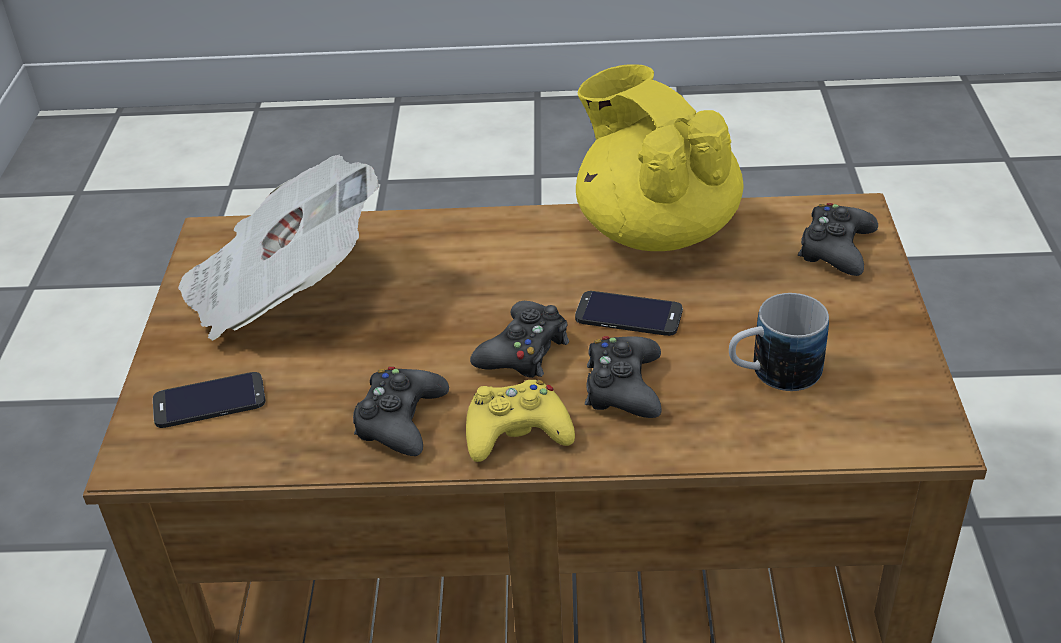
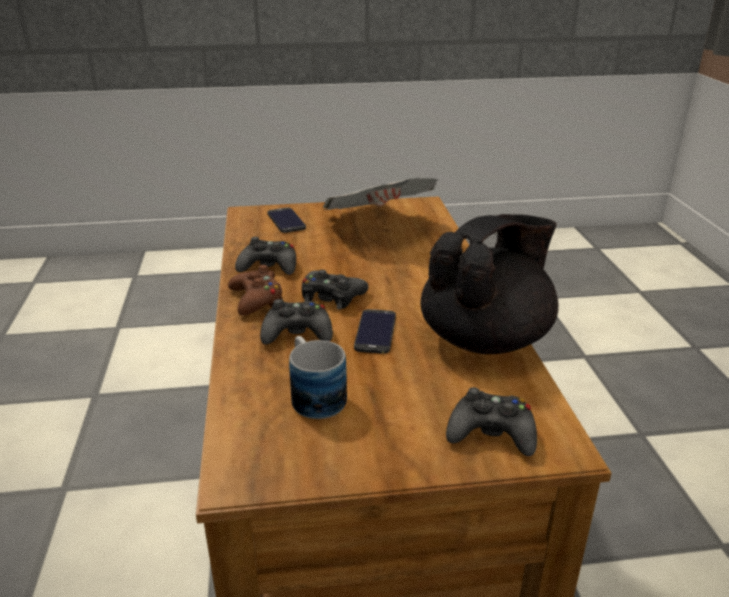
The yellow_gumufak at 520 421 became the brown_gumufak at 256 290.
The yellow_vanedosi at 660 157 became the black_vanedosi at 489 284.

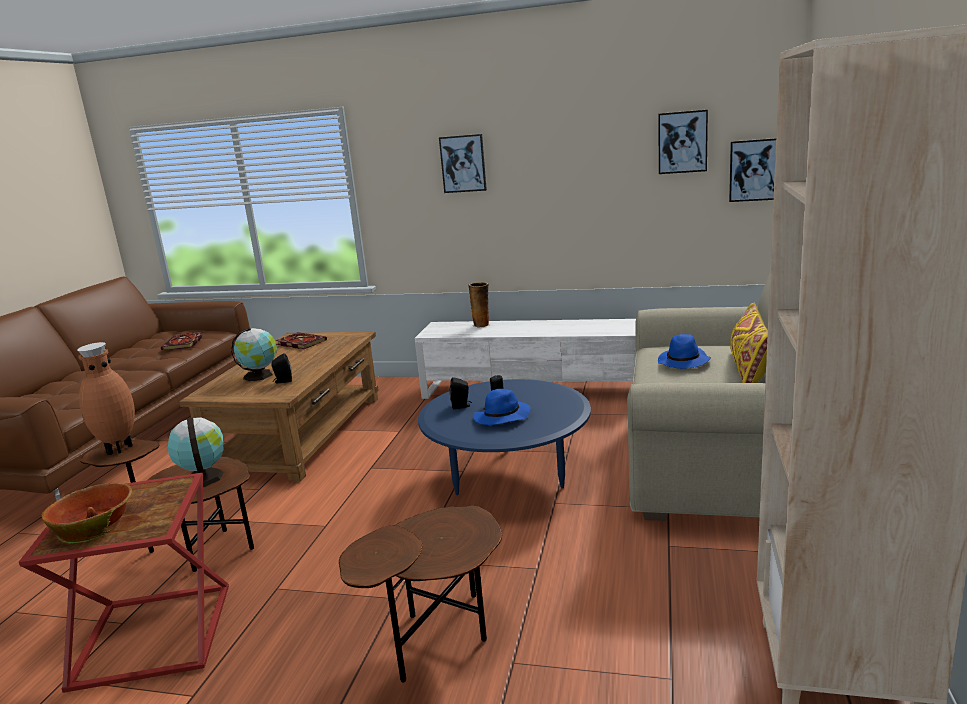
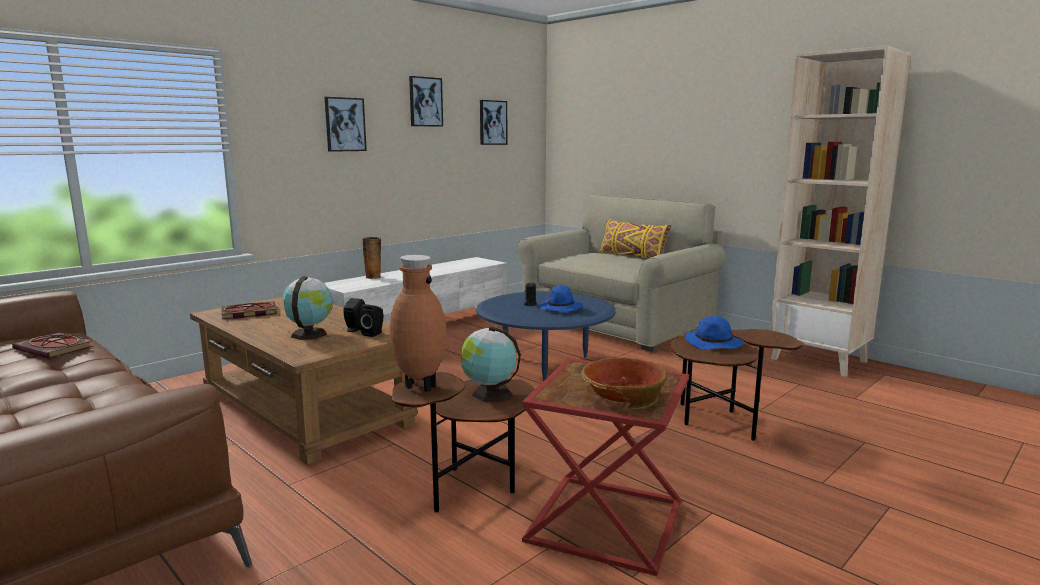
The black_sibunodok moved from 461 393 to 371 320.
The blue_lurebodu moved from 684 351 to 714 333.
The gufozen moved from 752 170 to 426 101.

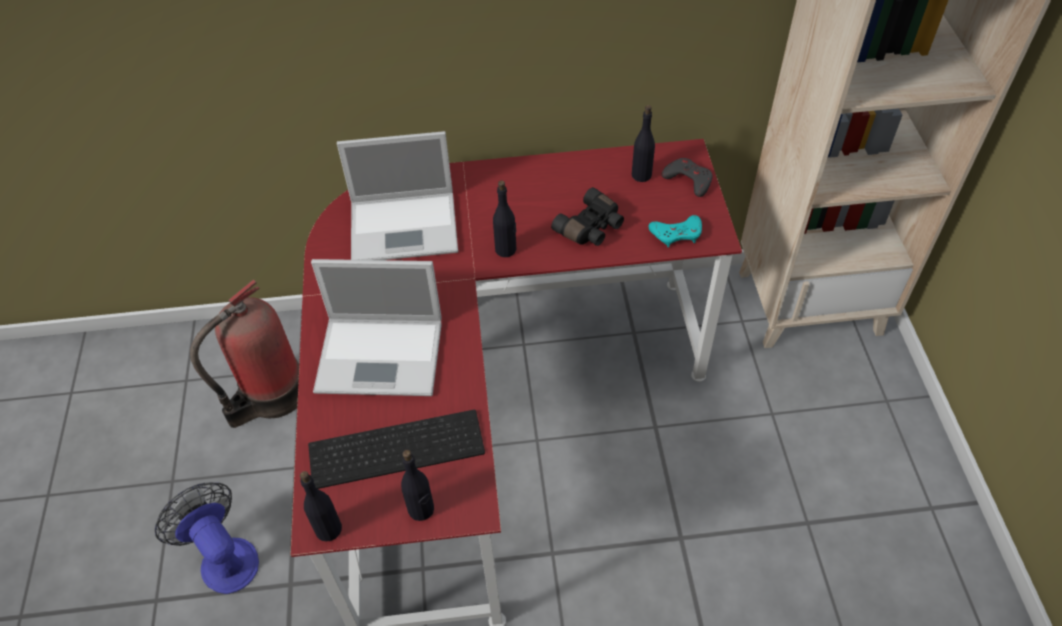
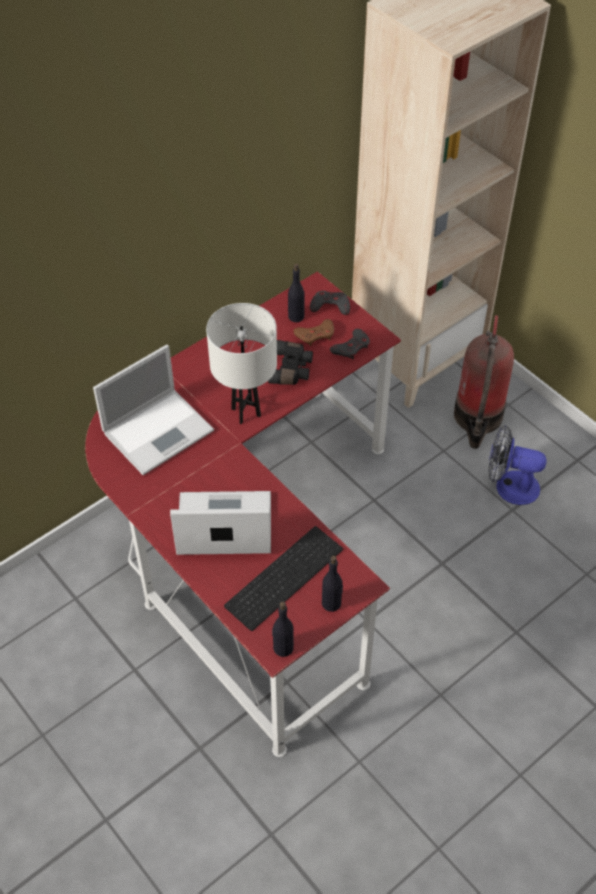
The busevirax moved from 207 538 to 517 465.
The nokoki moved from 244 354 to 484 382.
The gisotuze at 376 327 turned 150 degrees counterclockwise.
The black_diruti at 504 218 was replaced by the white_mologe at 241 363.
The turquoise_gumufak at 675 231 became the grey_gumufak at 350 344.
The brown_gumufak at 313 332 appeared.

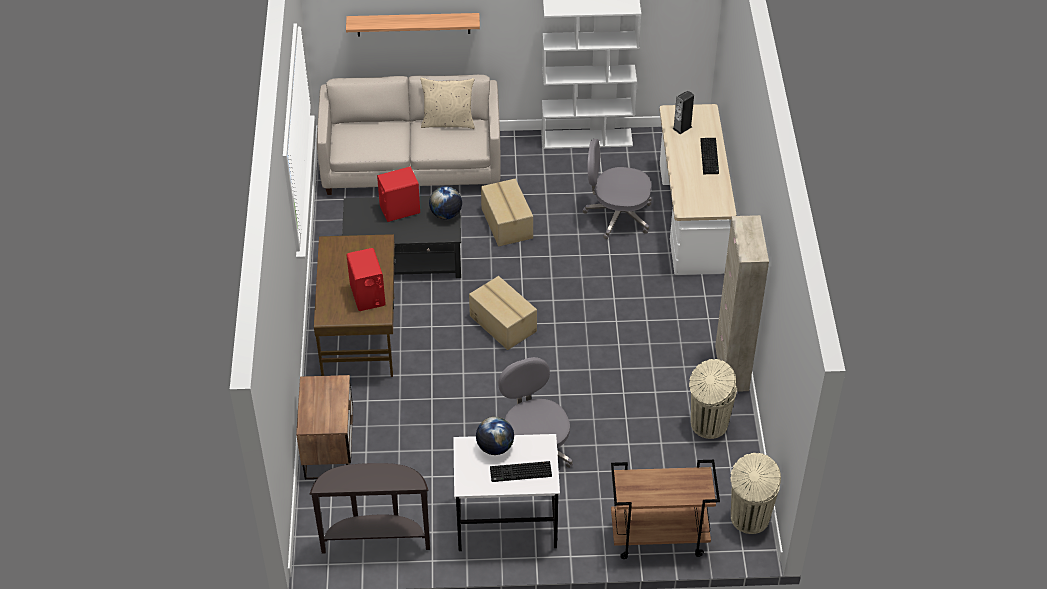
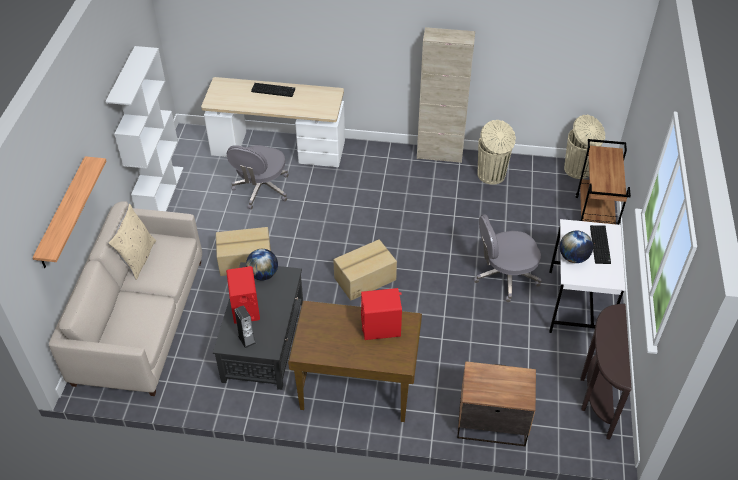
The sibunodok moved from 683 112 to 245 327.

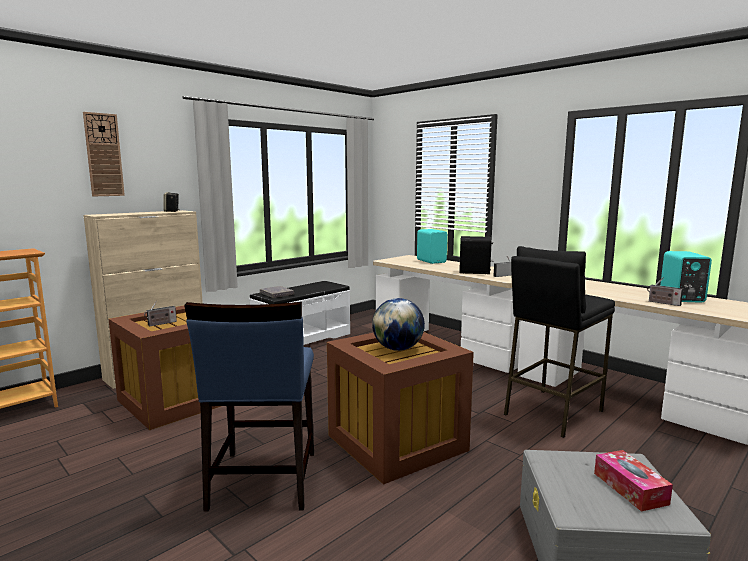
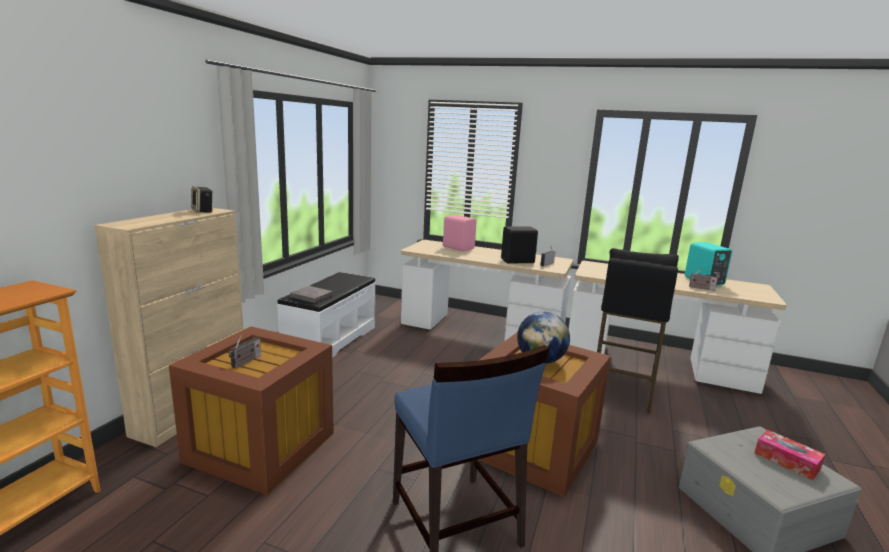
The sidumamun at 104 154 disappeared.
The turquoise_sibunodok at 432 246 became the pink_sibunodok at 460 233.

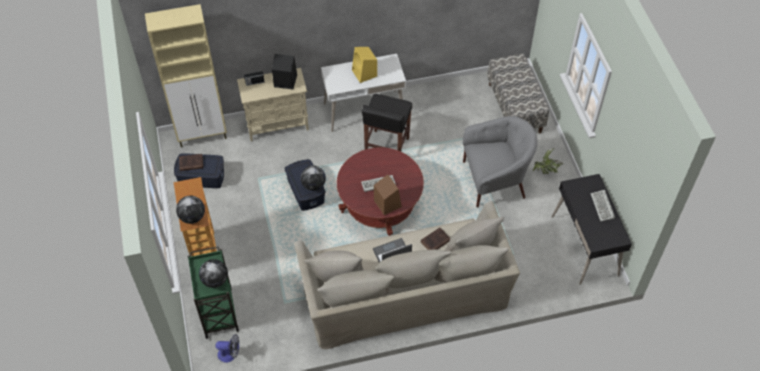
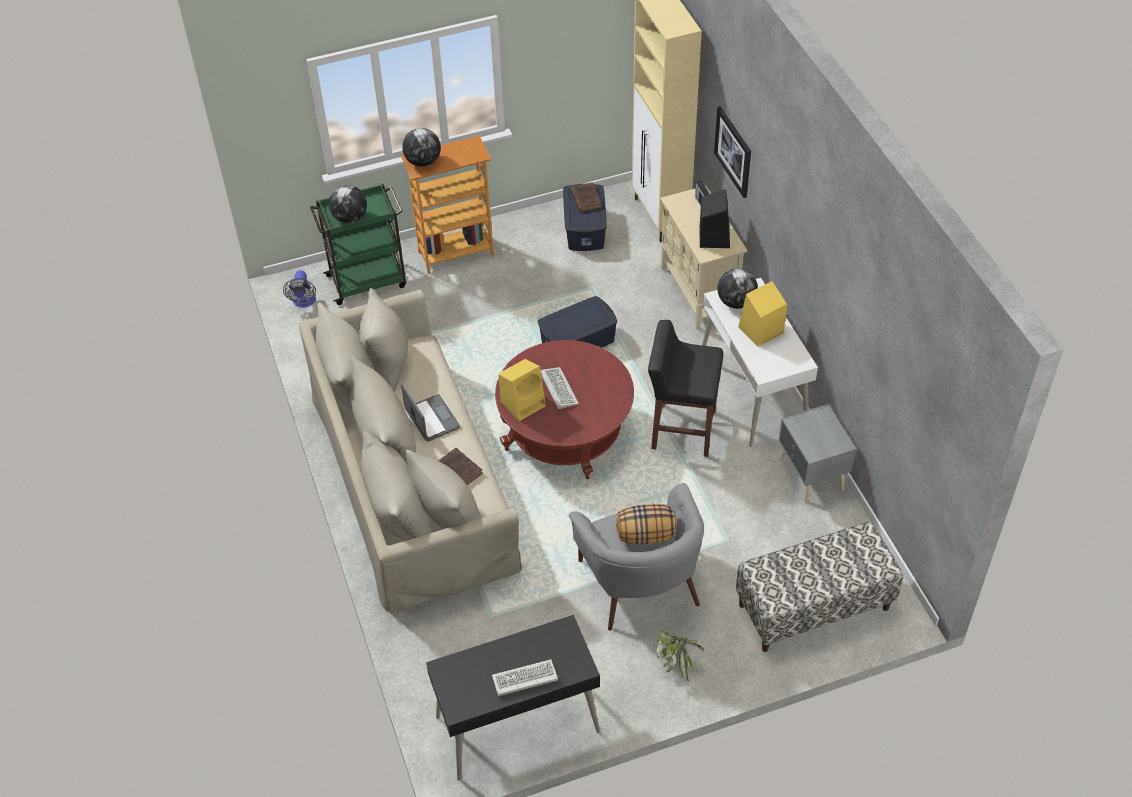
The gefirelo moved from 313 178 to 738 288.
The brown_sibunodok at 388 194 became the yellow_sibunodok at 522 390.
The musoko at 646 524 appeared.
The gufozen at 732 152 appeared.
The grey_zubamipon at 817 453 appeared.

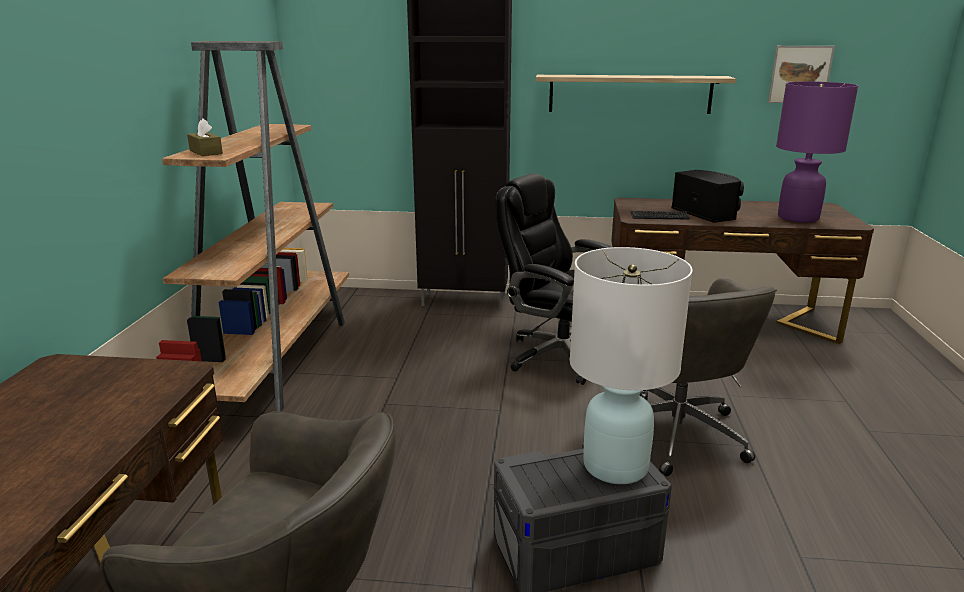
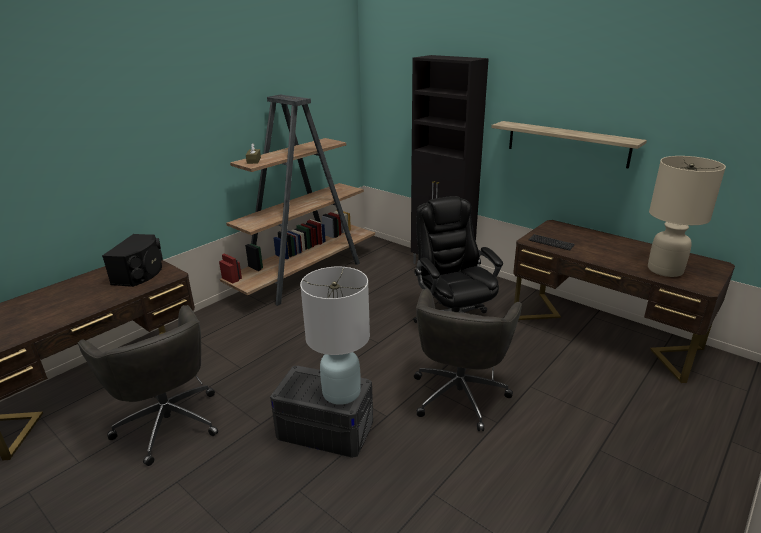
The black_sibunodok moved from 708 196 to 132 260.
The gufozen at 801 74 disappeared.
The purple_mologe at 817 152 became the beige_mologe at 687 216.

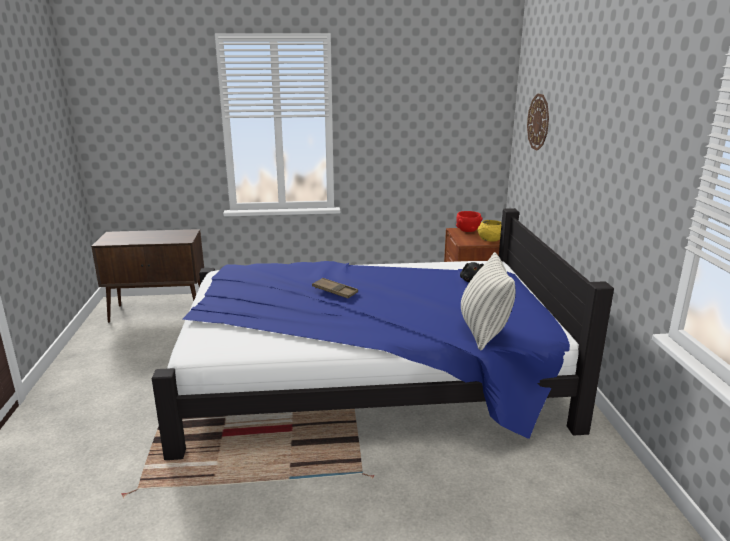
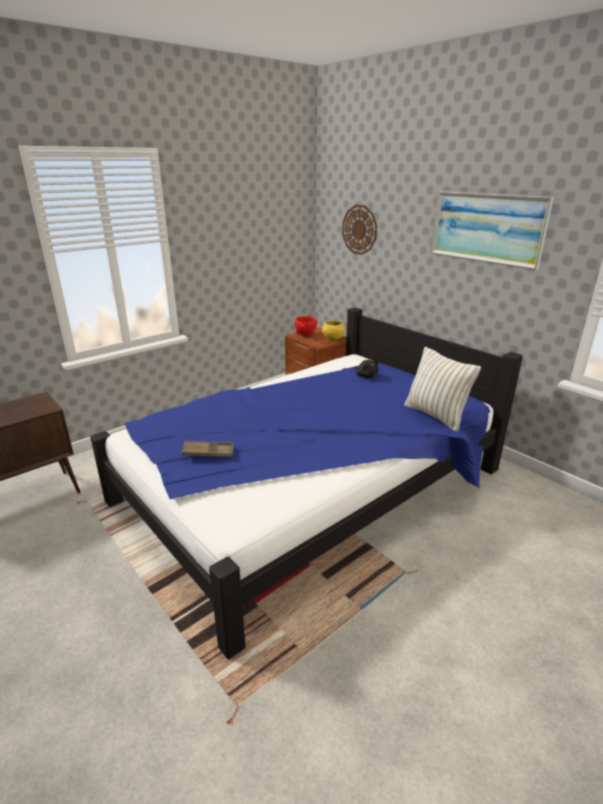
The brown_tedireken moved from 335 288 to 207 449.
The gufozen at 492 230 appeared.

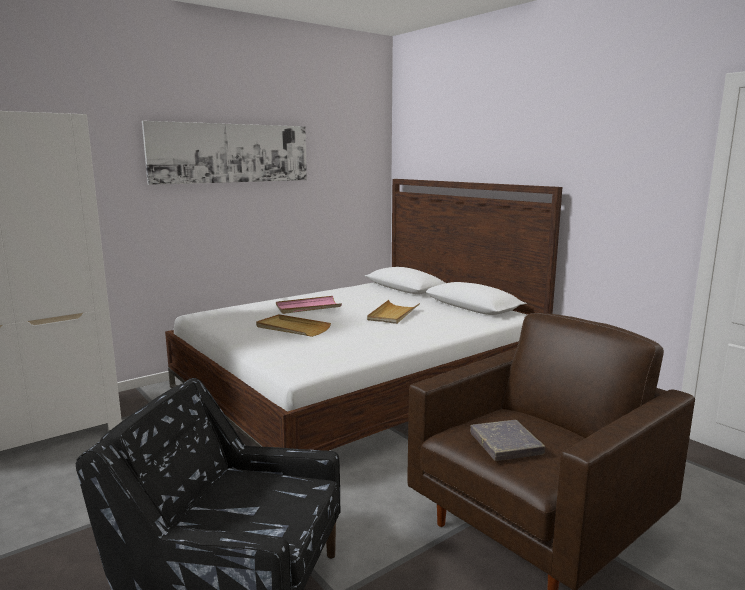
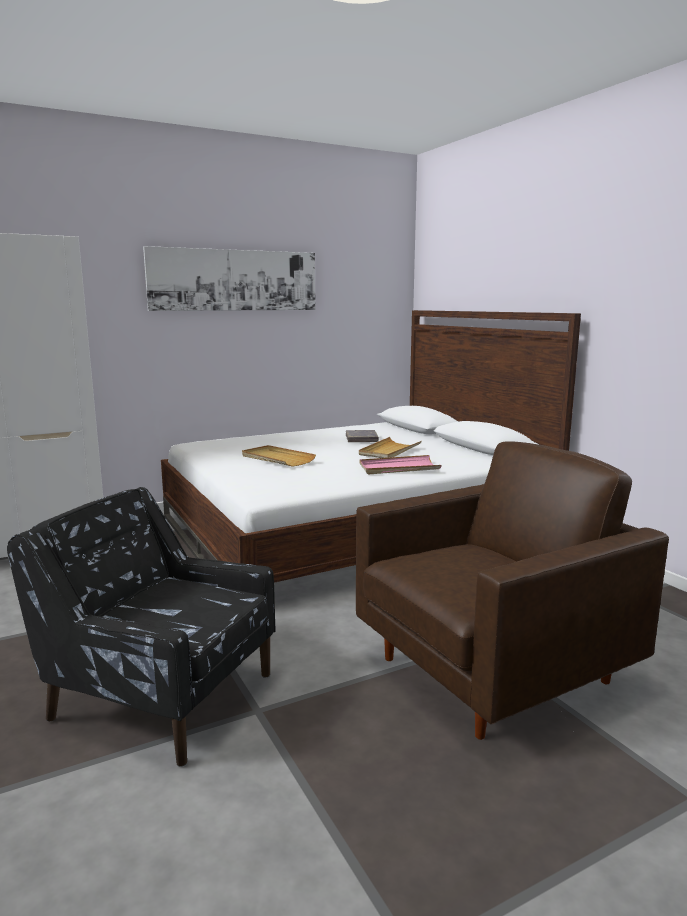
The pink_tedireken moved from 309 305 to 400 465.
The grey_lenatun moved from 507 440 to 362 436.

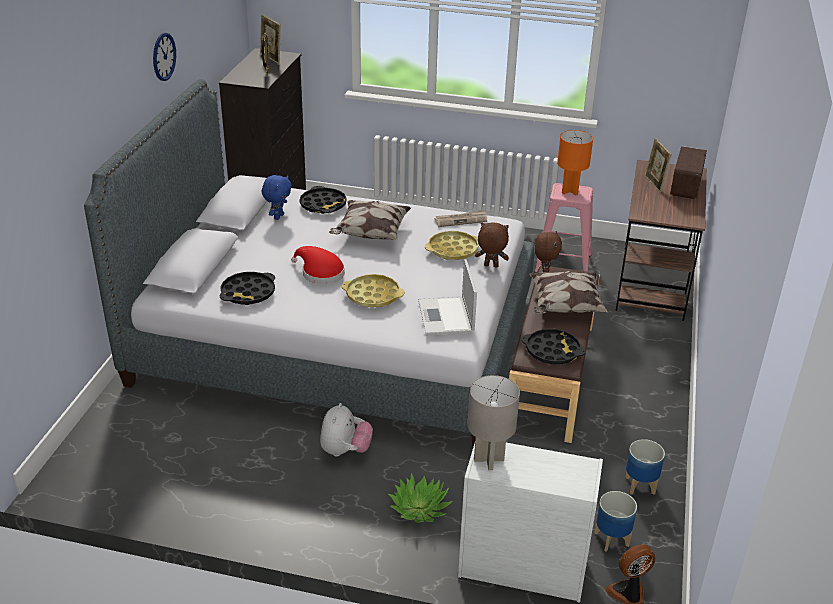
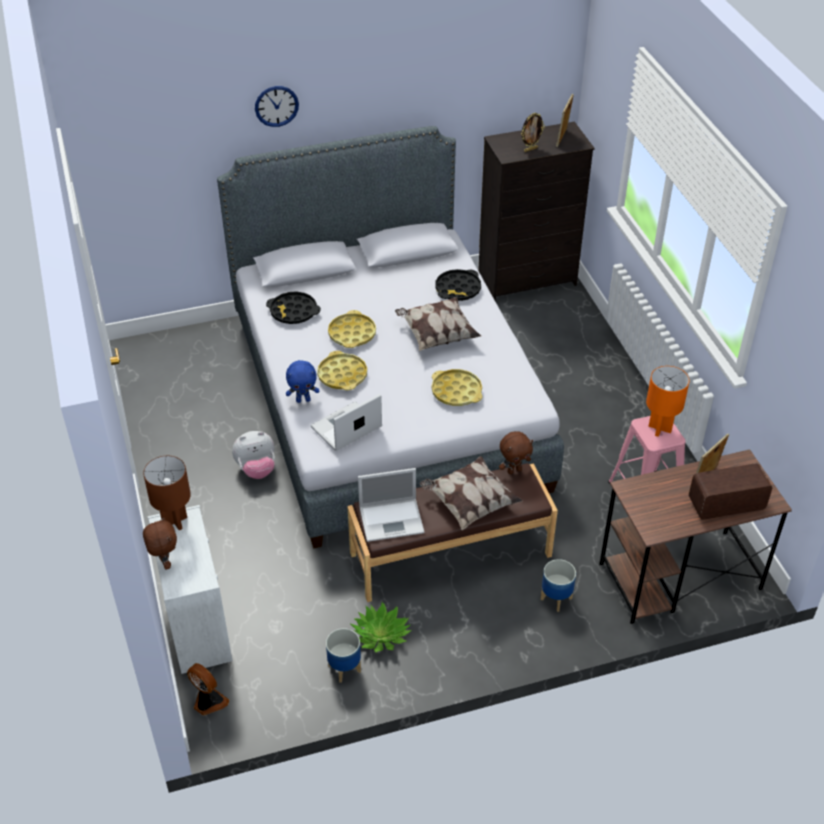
The sidumamun moved from 164 56 to 277 106.
The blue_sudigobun moved from 277 197 to 302 381.
The red_lurebodu at 318 265 was replaced by the yellow_tedireken at 352 329.
The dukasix moved from 420 498 to 381 627.
The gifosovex at 460 218 disappeared.
The grey_mologe at 494 422 became the brown_mologe at 167 493.
The brown_sudigobun moved from 492 245 to 160 543.
The black_tedireken at 554 346 was replaced by the gisotuze at 391 505.
The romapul moved from 615 521 to 558 585.

